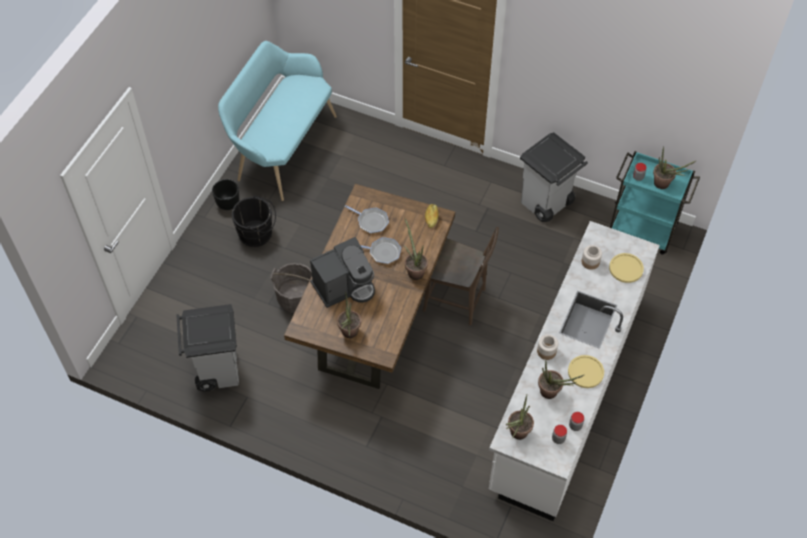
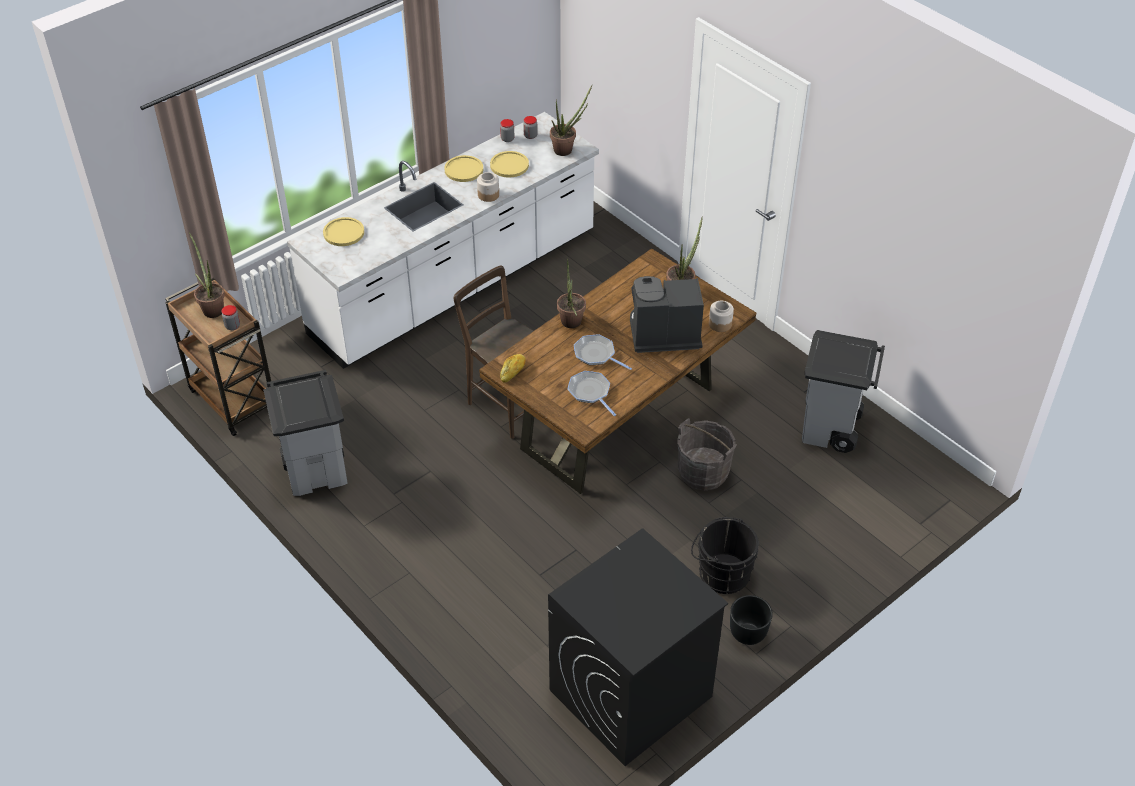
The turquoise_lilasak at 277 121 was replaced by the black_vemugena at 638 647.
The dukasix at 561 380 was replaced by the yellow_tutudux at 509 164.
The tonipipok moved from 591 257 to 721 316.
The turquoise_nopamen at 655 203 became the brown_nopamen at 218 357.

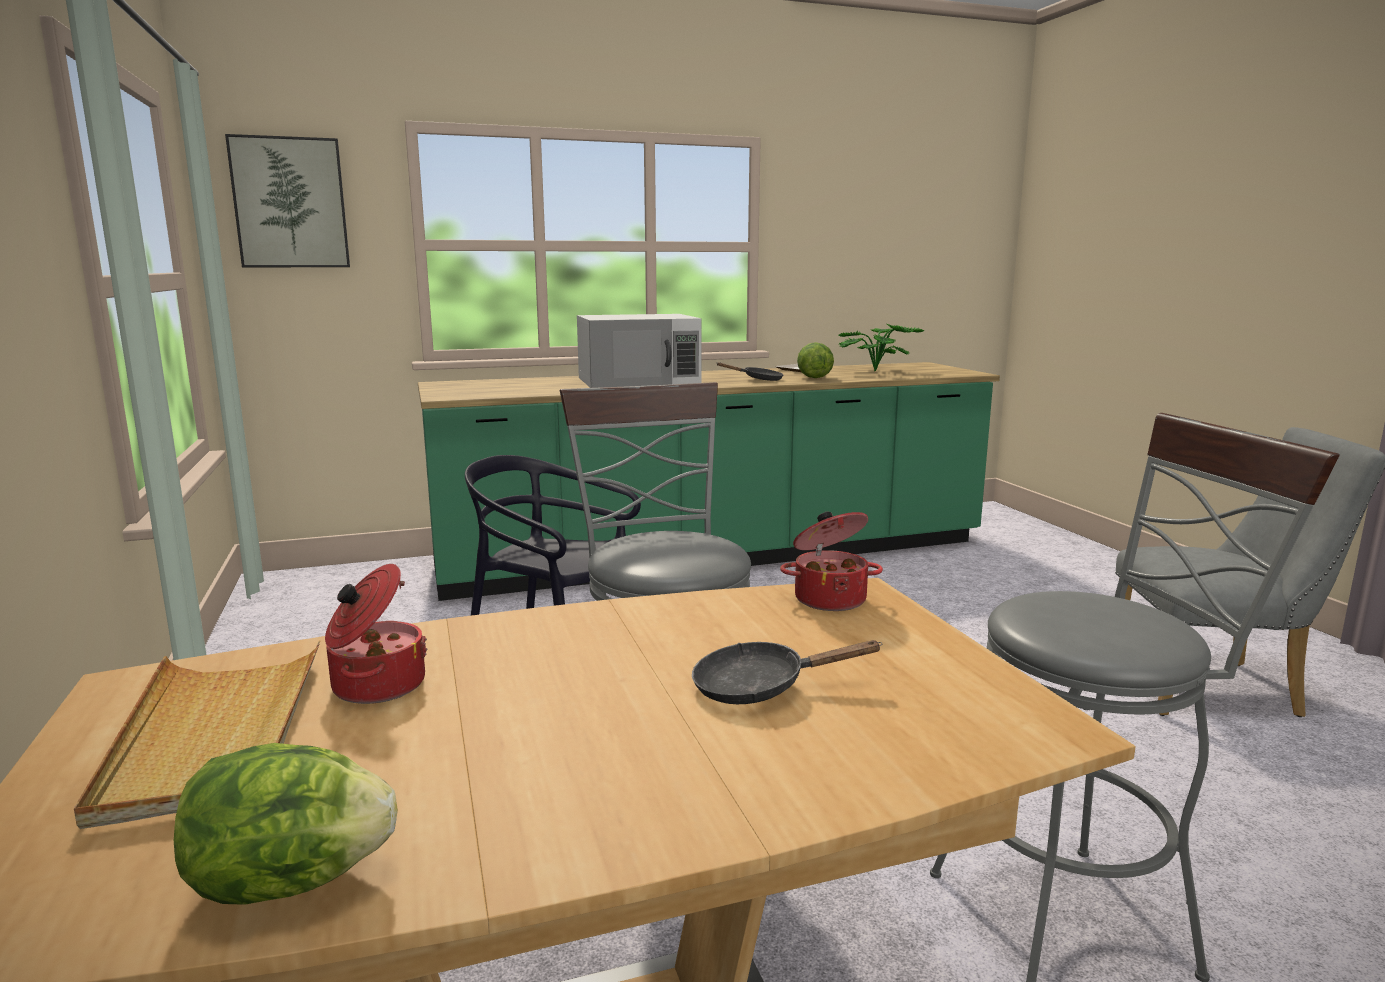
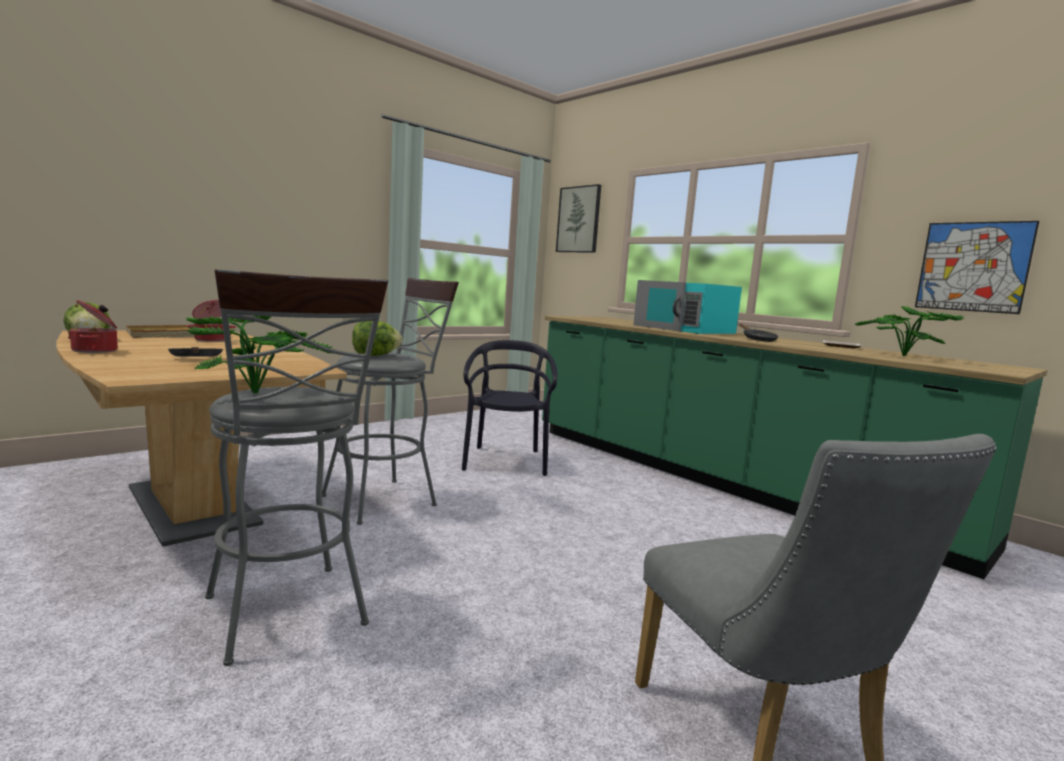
The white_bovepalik at 639 351 became the turquoise_bovepalik at 687 307.
The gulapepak moved from 831 561 to 93 326.
The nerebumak moved from 815 360 to 377 338.
The dukasix at 260 355 appeared.
The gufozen at 977 267 appeared.

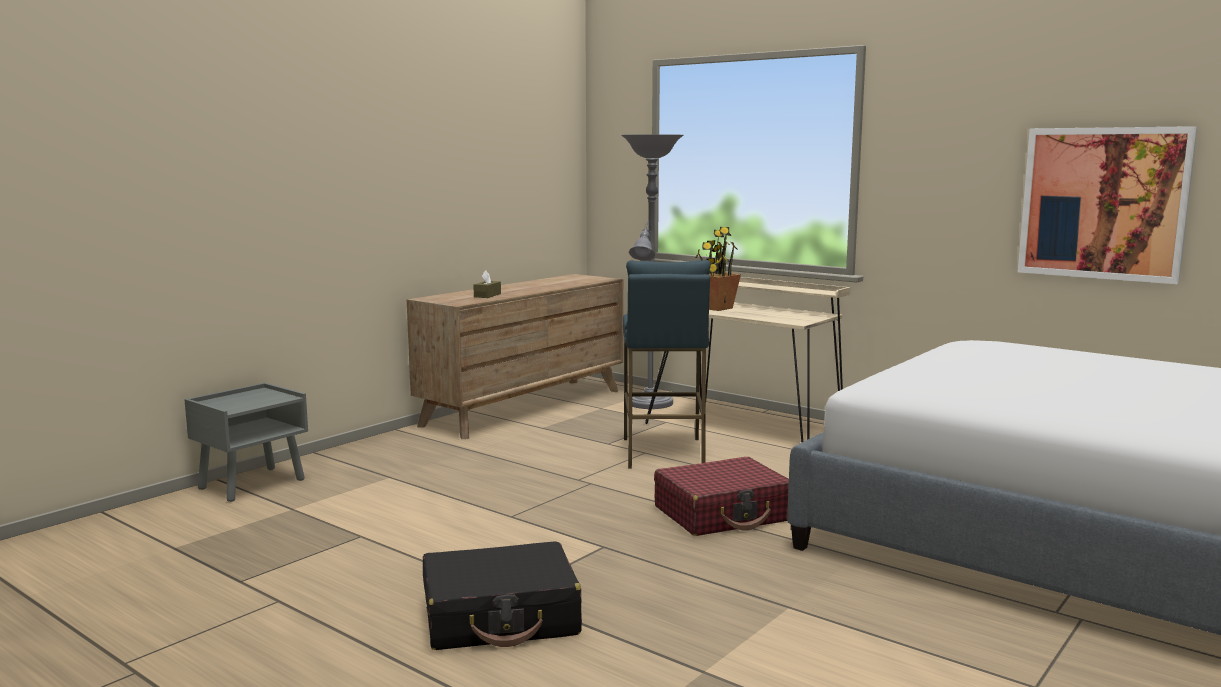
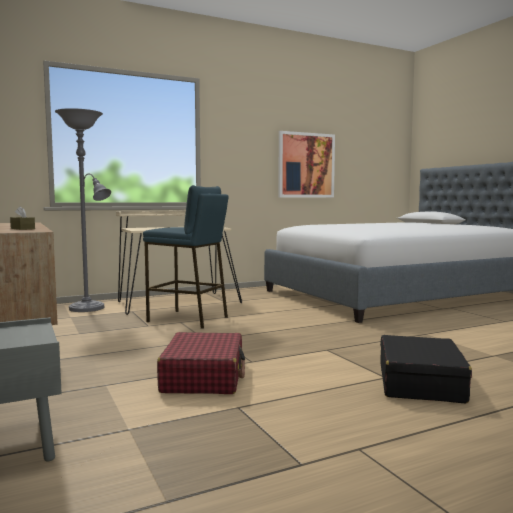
The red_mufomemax moved from 721 496 to 201 363.
The dukasix at 718 269 disappeared.

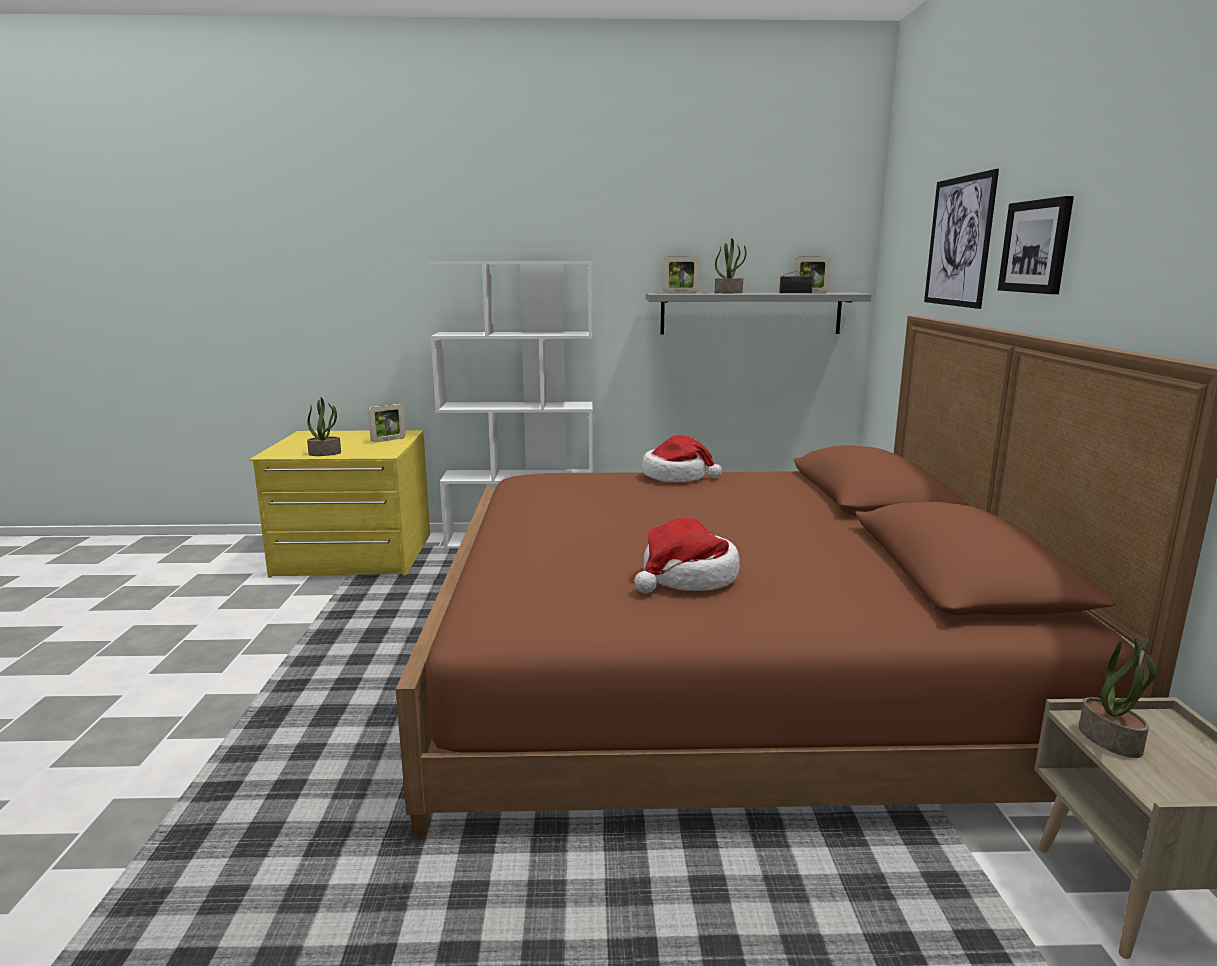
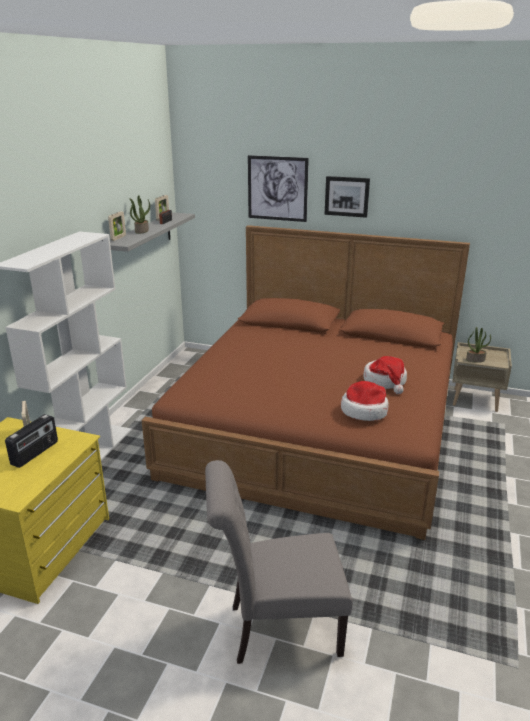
The dukasix at 324 426 disappeared.
The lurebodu moved from 682 458 to 365 401.
The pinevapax at 31 441 appeared.
The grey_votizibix at 279 562 appeared.

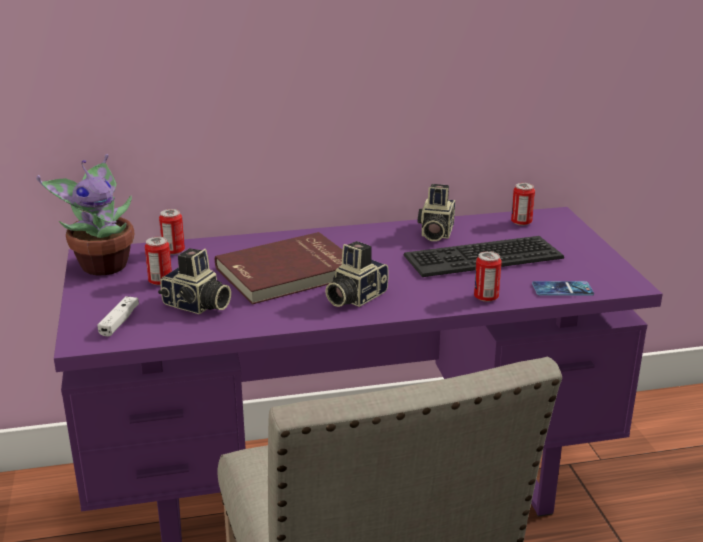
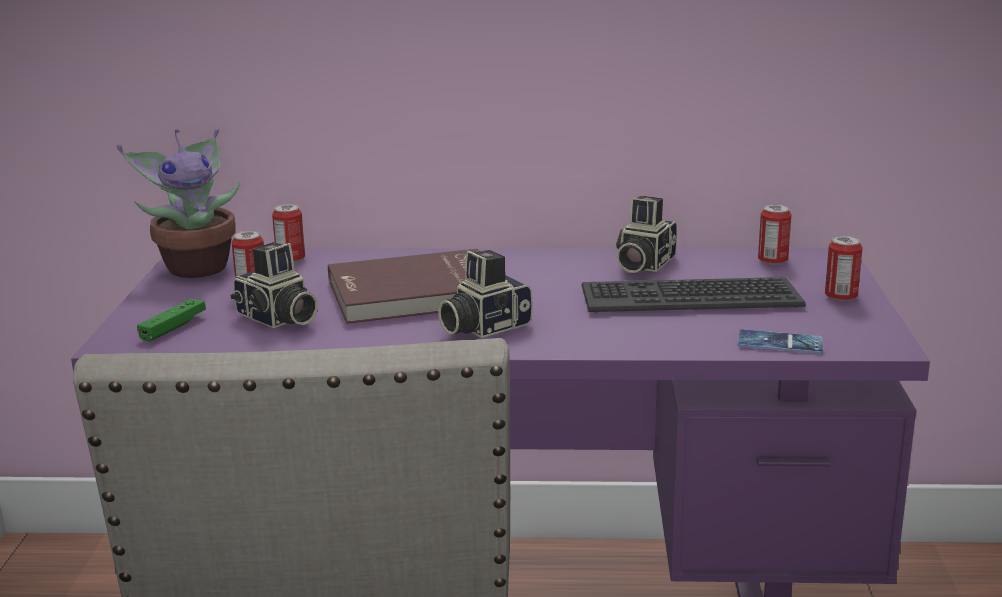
The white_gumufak at 118 316 became the green_gumufak at 171 320.
The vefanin moved from 488 276 to 844 269.

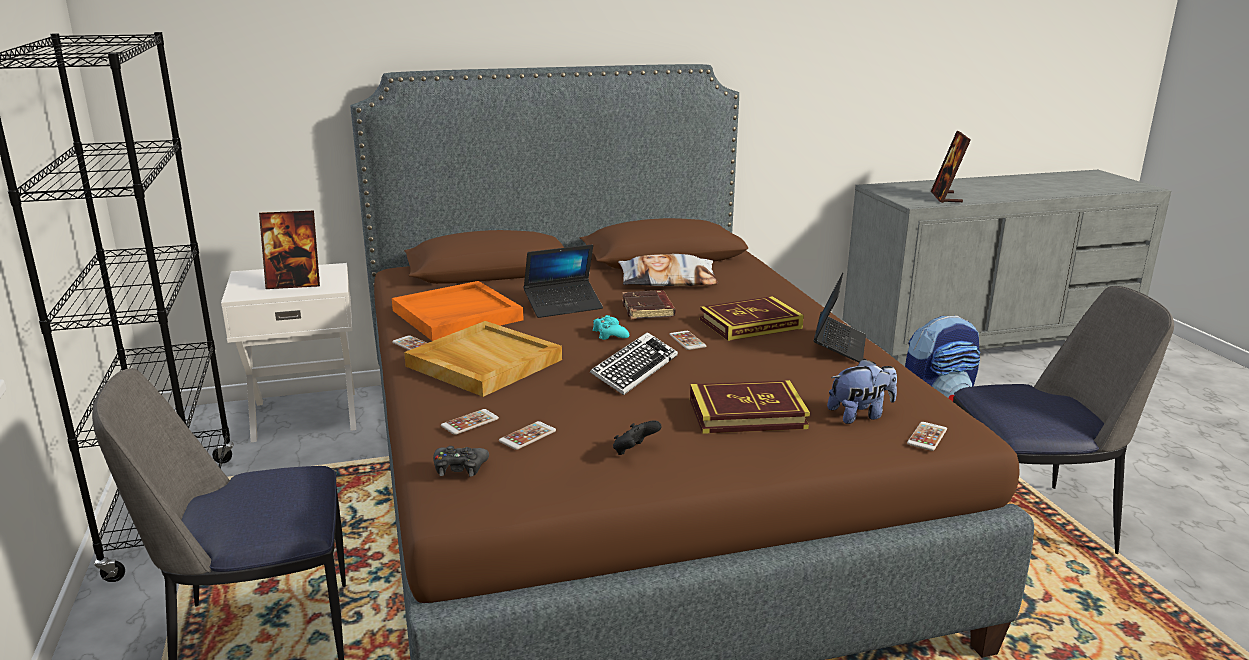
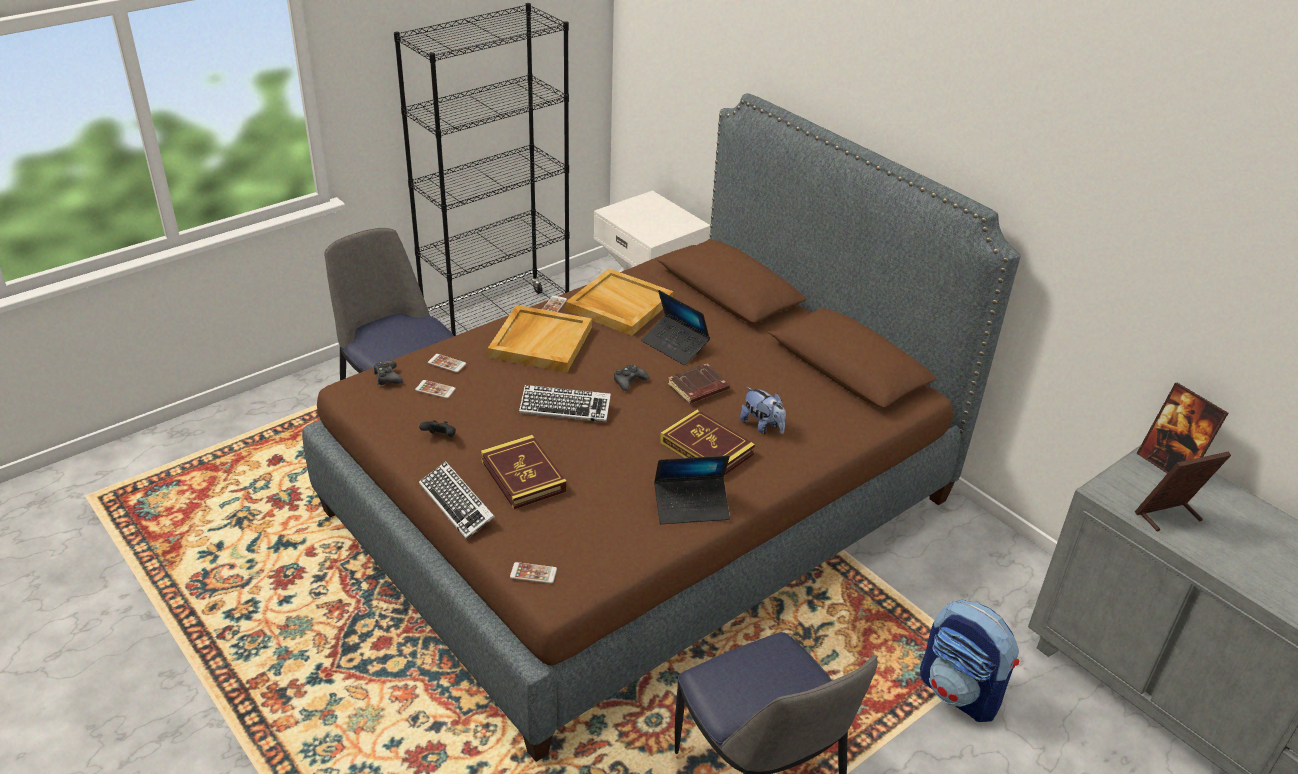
The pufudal moved from 289 250 to 1182 428.
The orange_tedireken at 458 311 became the beige_tedireken at 619 302.
The turquoise_gumufak at 610 327 became the black_gumufak at 631 377.
The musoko at 668 270 disappeared.
The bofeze at 687 340 disappeared.
The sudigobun moved from 862 391 to 763 410.
The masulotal at 457 500 appeared.

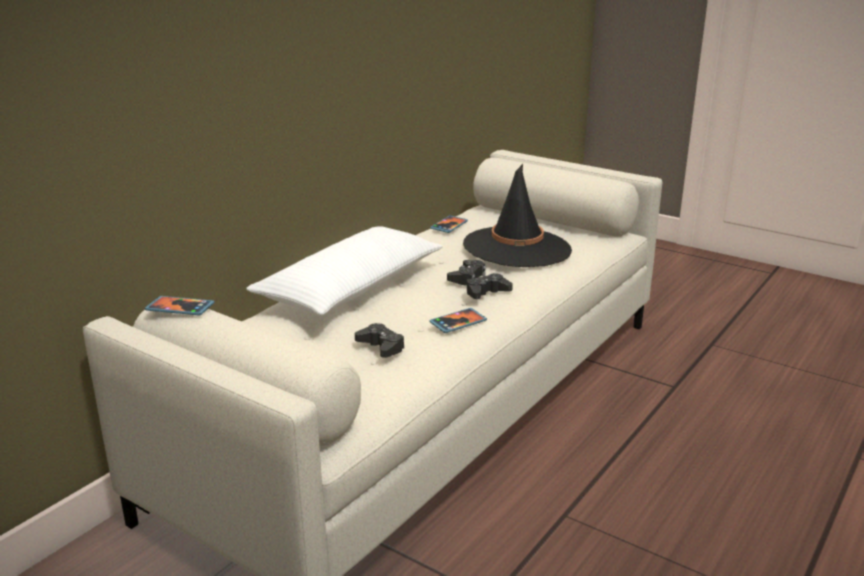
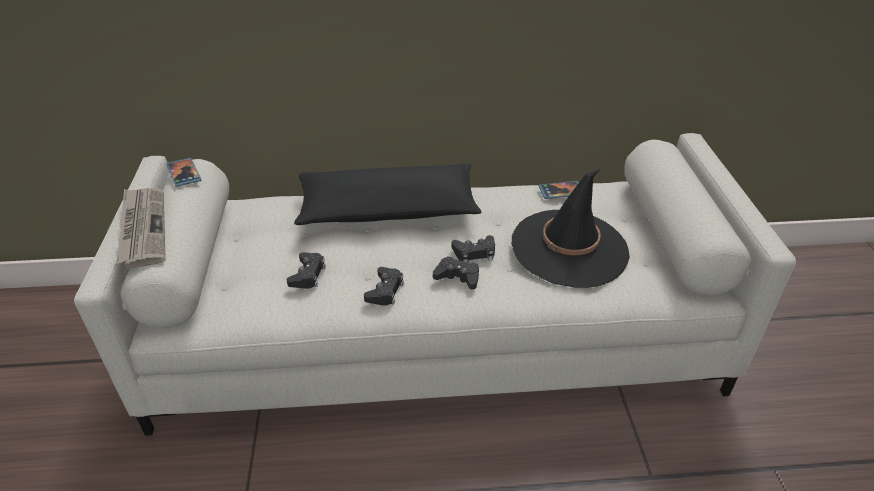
The white_musoko at 344 270 became the black_musoko at 387 194.
The bofeze at 458 320 was replaced by the black_gumufak at 384 286.
The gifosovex at 141 228 appeared.

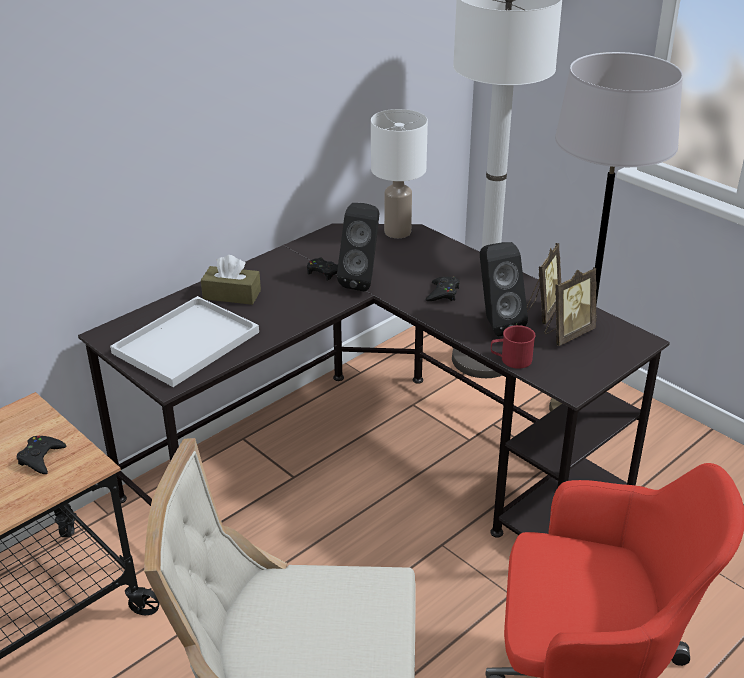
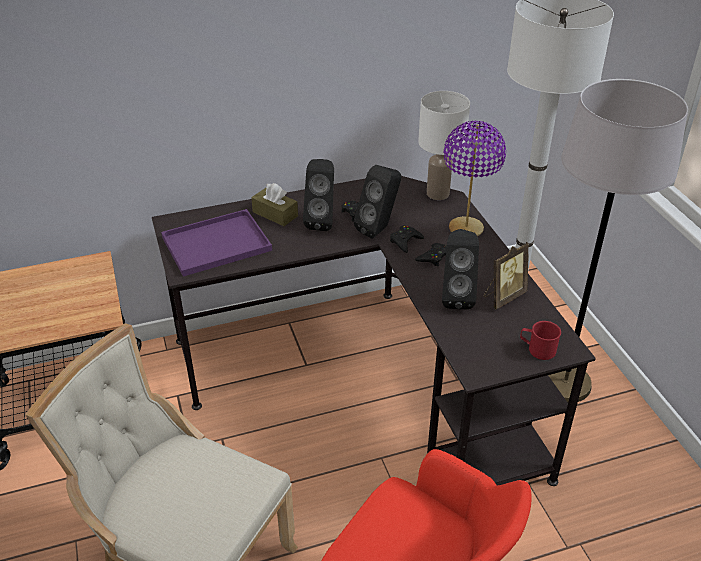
The black_gumufak moved from 41 455 to 407 239.
The white_tedireken at 184 341 became the purple_tedireken at 216 243.
The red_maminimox moved from 513 347 to 540 340.
The pufudal at 570 306 disappeared.
The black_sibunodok at 318 195 appeared.
The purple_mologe at 475 178 appeared.

